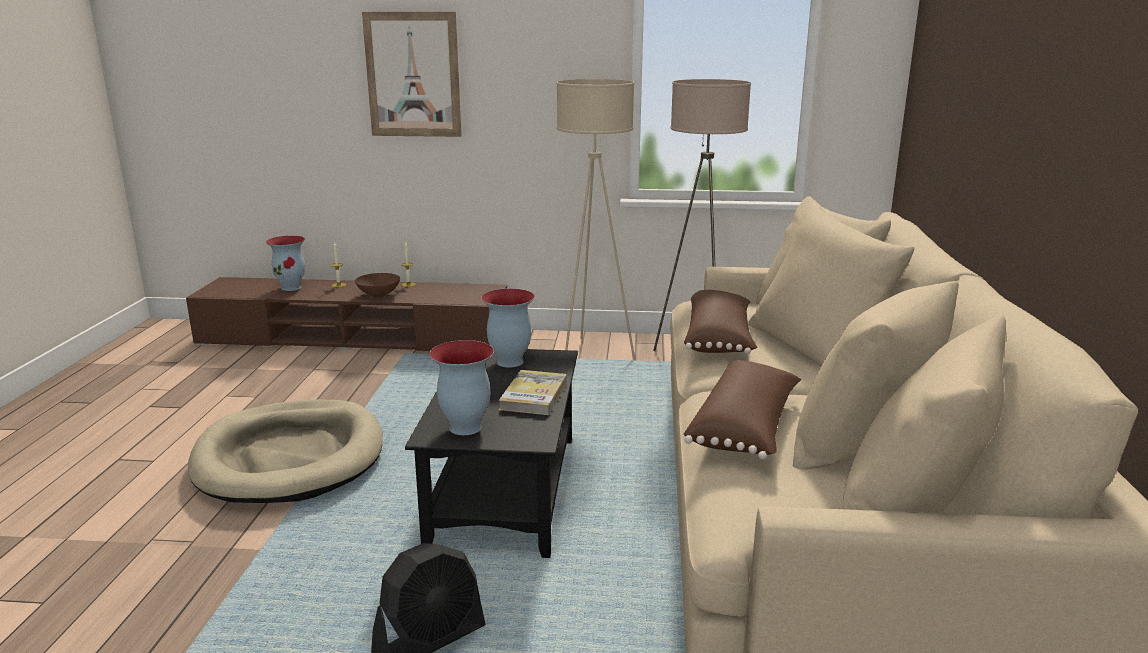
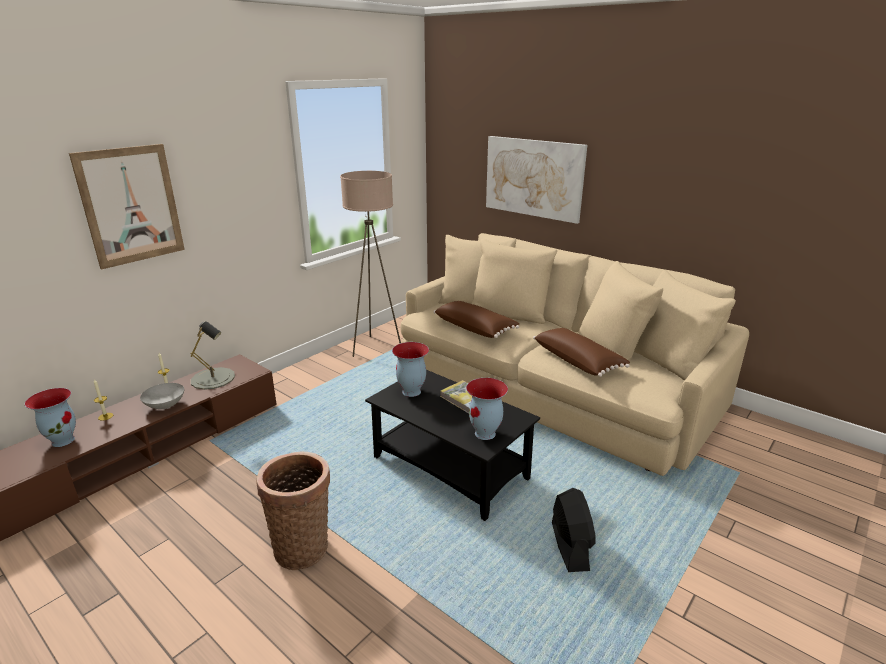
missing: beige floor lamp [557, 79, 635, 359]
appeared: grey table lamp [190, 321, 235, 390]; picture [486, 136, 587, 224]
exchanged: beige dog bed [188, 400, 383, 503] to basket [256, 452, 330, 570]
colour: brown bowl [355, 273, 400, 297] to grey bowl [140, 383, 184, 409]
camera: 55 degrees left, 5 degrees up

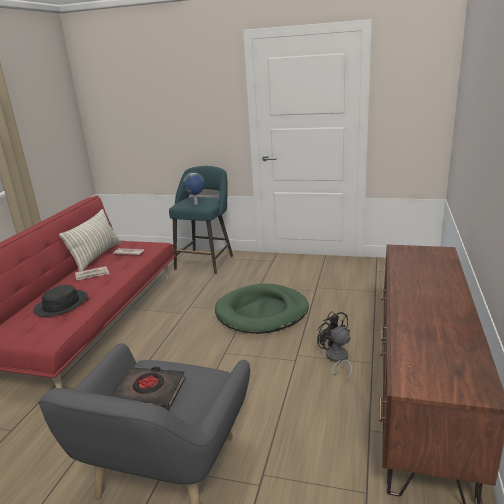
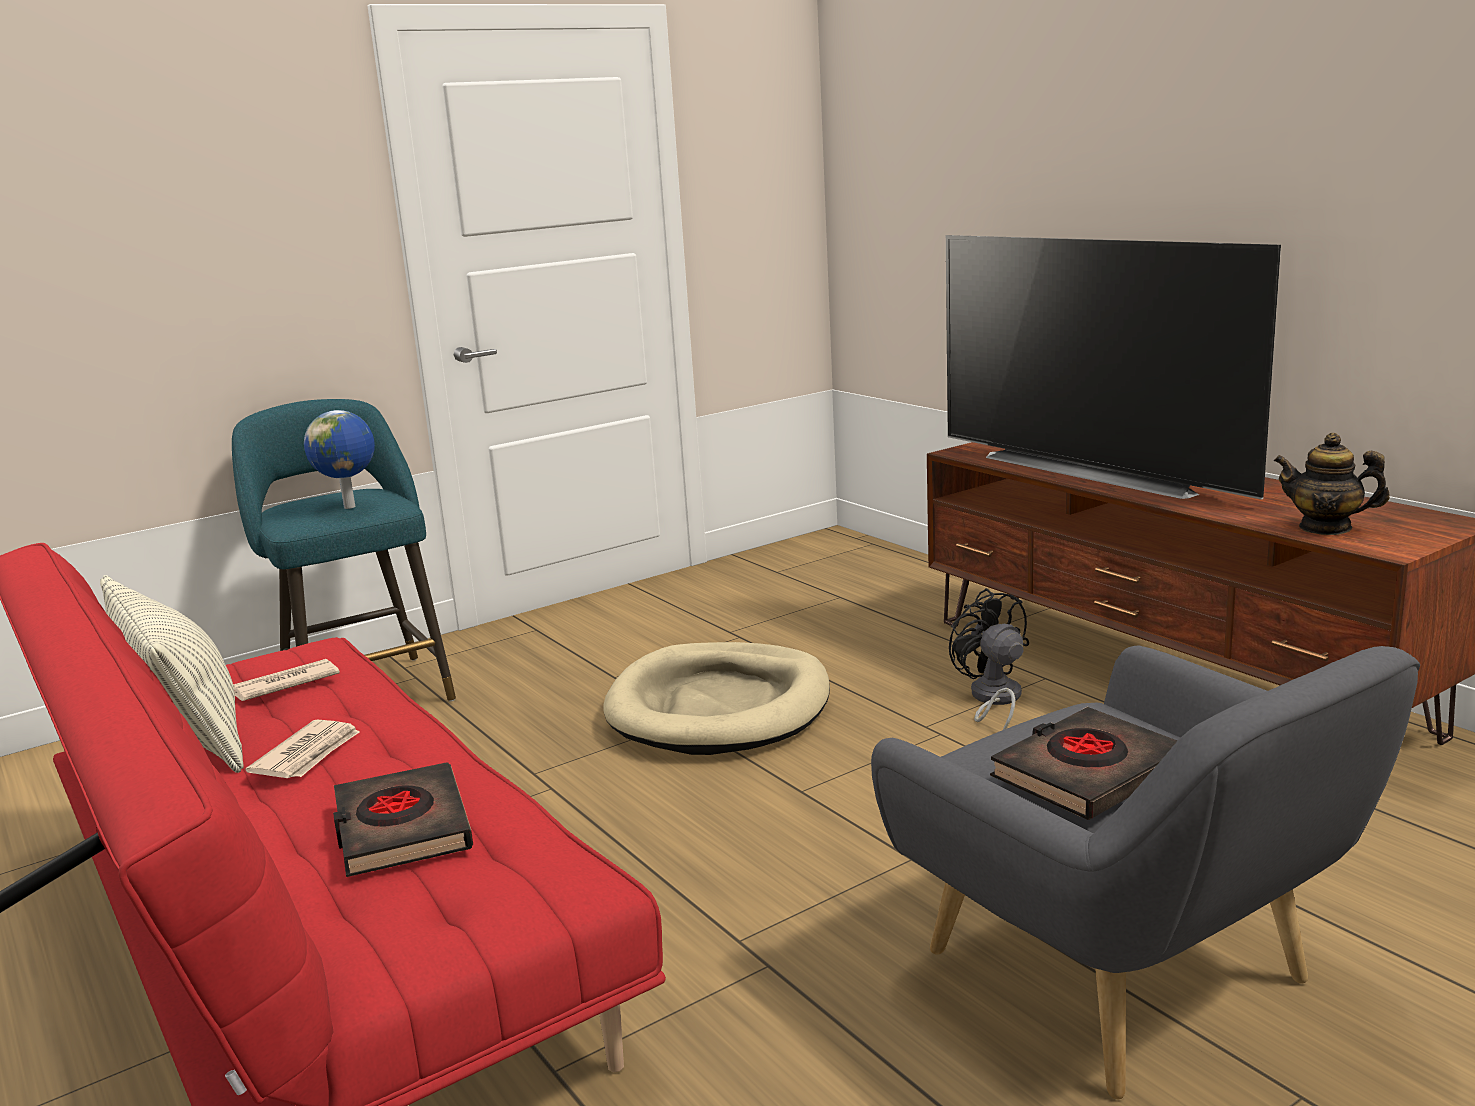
appeared: television [946, 235, 1281, 499]; teapot [1274, 433, 1390, 535]
exchanged: black hat [33, 285, 88, 317] to black book [333, 762, 473, 877]
colour: green dog bed [215, 284, 309, 334] to beige dog bed [603, 642, 830, 755]
spun: black fan [317, 311, 352, 382] = [949, 588, 1029, 730] 60 degrees clockwise
camera: 50 degrees left, 5 degrees down

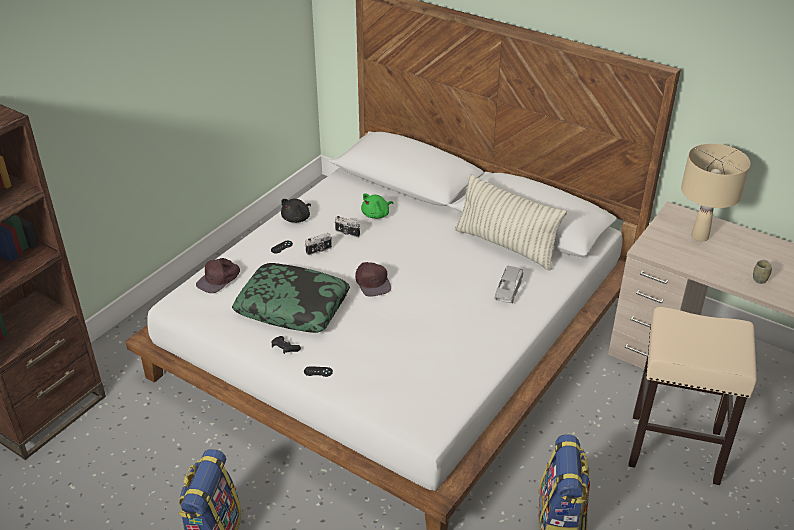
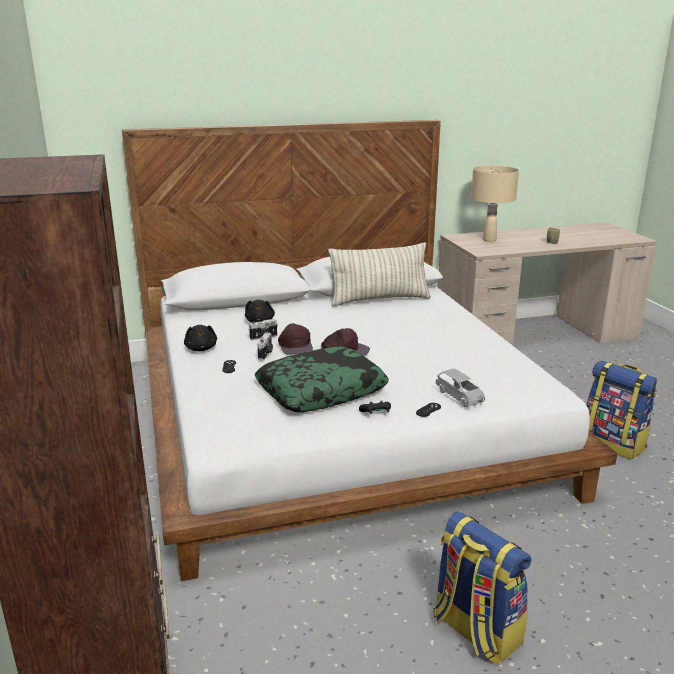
missing: beige stool [628, 307, 757, 485]
relocated: brown cap [196, 258, 240, 293] to [278, 323, 313, 355]; grey toy car [494, 266, 523, 303] to [436, 368, 485, 407]
colour: green plush toy [361, 193, 393, 219] to black plush toy [245, 300, 275, 322]
camera: 50 degrees left, 15 degrees down

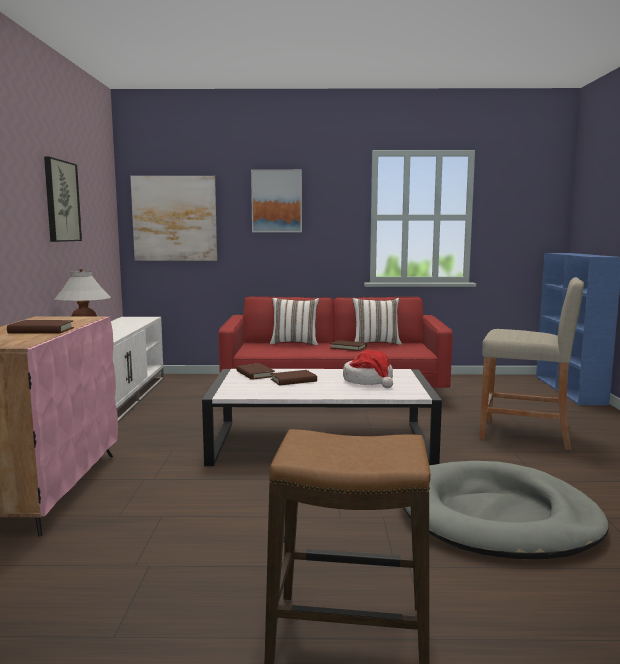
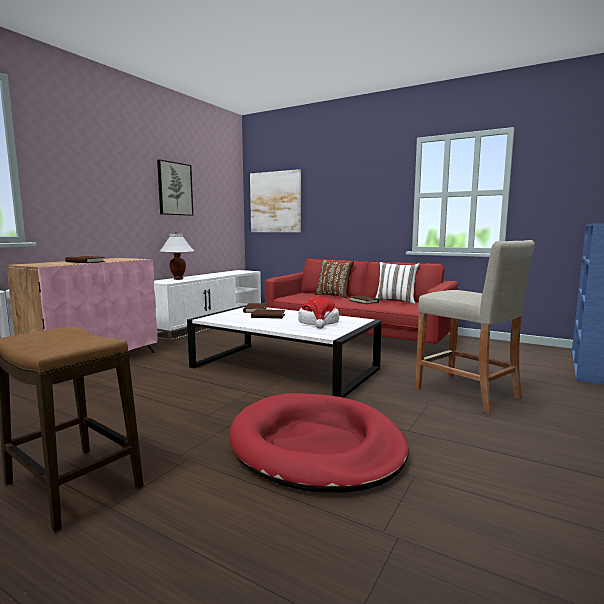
missing: picture [251, 169, 302, 232]
colour: grey dog bed [404, 461, 609, 559] to red dog bed [229, 393, 409, 492]; white pillow [270, 298, 319, 345] to brown pillow [315, 260, 354, 298]
camera: 30 degrees right, 0 degrees up

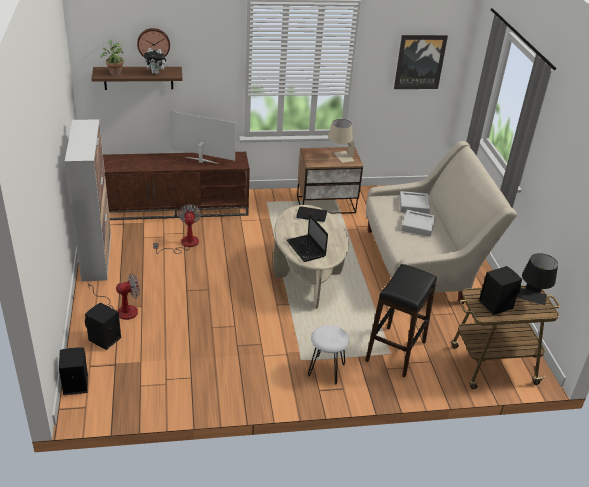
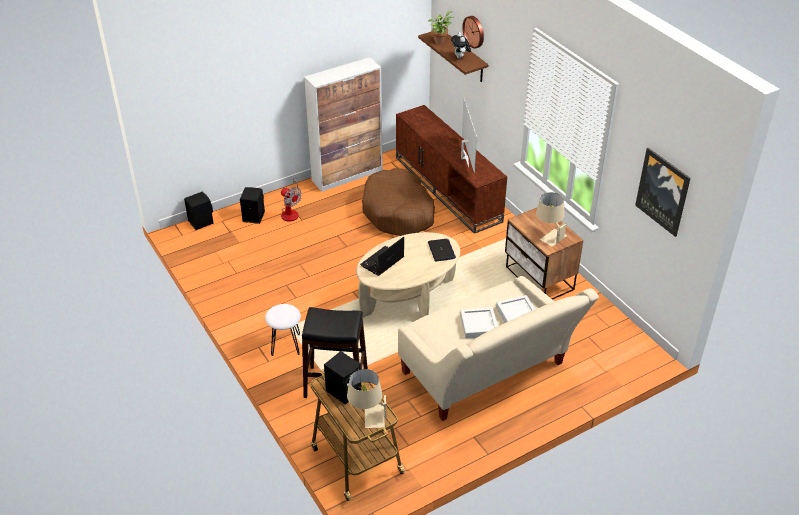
exchanged: fan [153, 205, 201, 254] to brown dog bed [362, 168, 435, 236]
colour: black table lamp [517, 253, 558, 305] to beige table lamp [347, 369, 386, 428]
camera: 70 degrees right, 5 degrees up

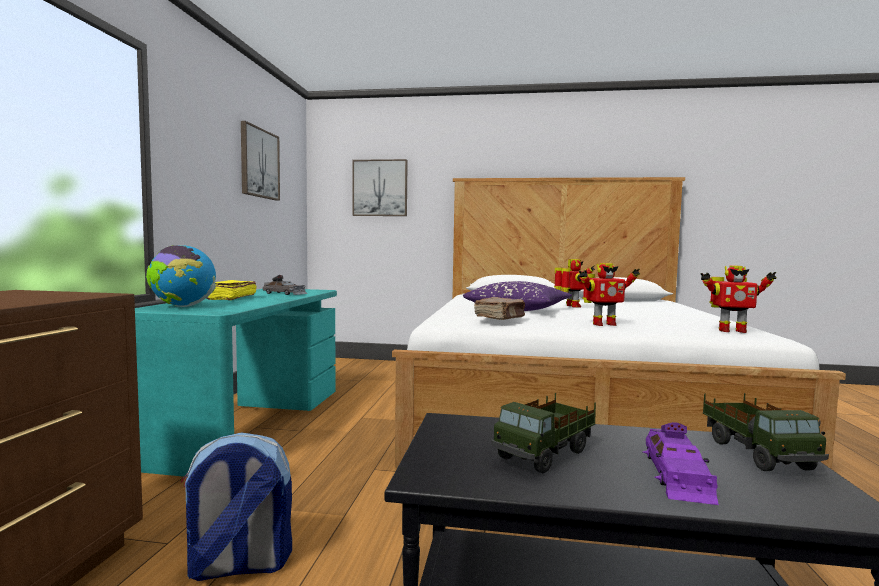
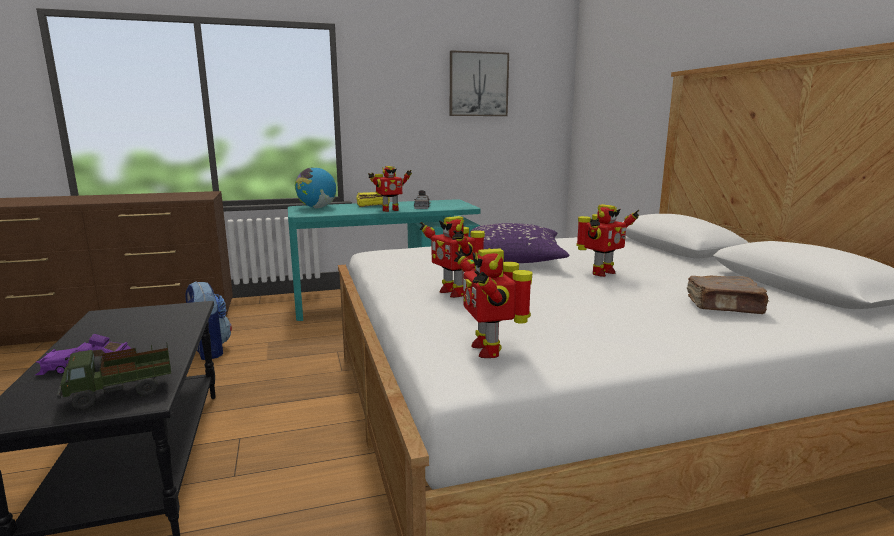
missing: picture [352, 159, 408, 216]; toy truck [491, 393, 596, 473]
appeared: toy robot [368, 166, 412, 212]
relocated: brown book [474, 297, 525, 320] to [687, 276, 769, 314]
camera: 65 degrees right, 10 degrees up

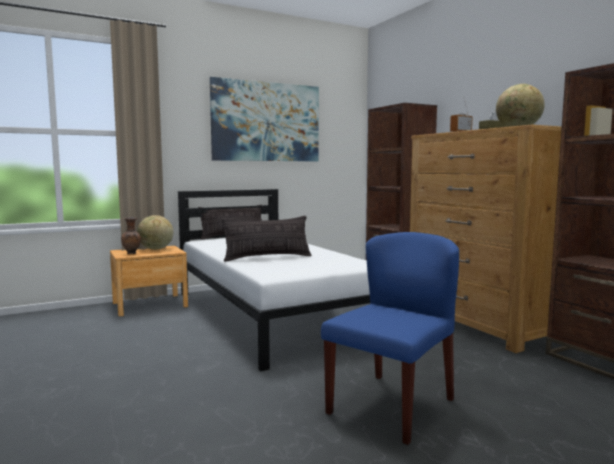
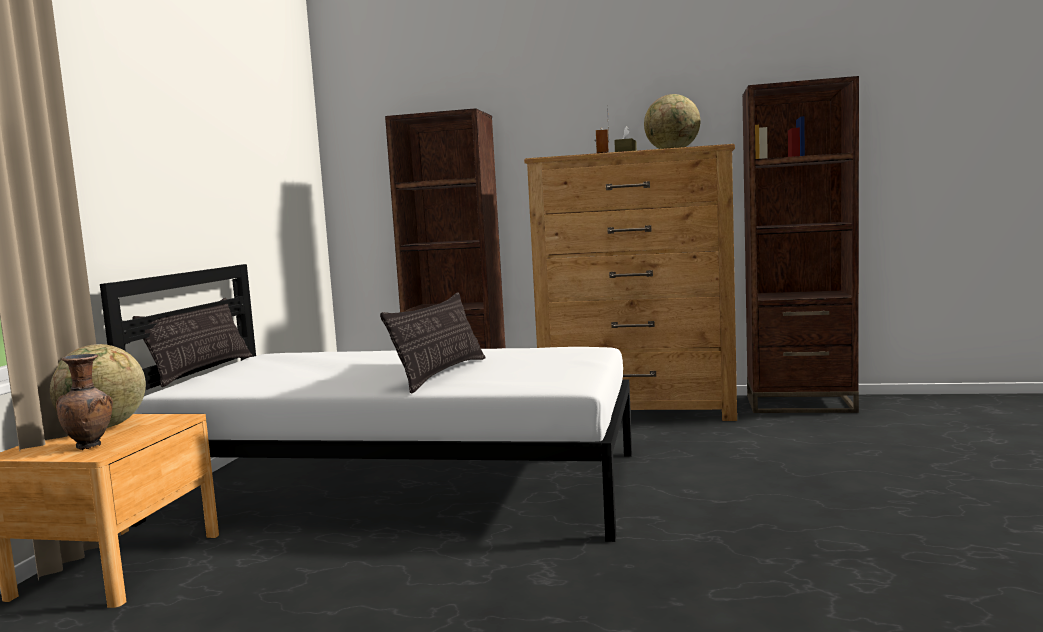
missing: picture [210, 77, 319, 161]; blue chair [321, 232, 459, 445]
camera: 50 degrees left, 0 degrees up

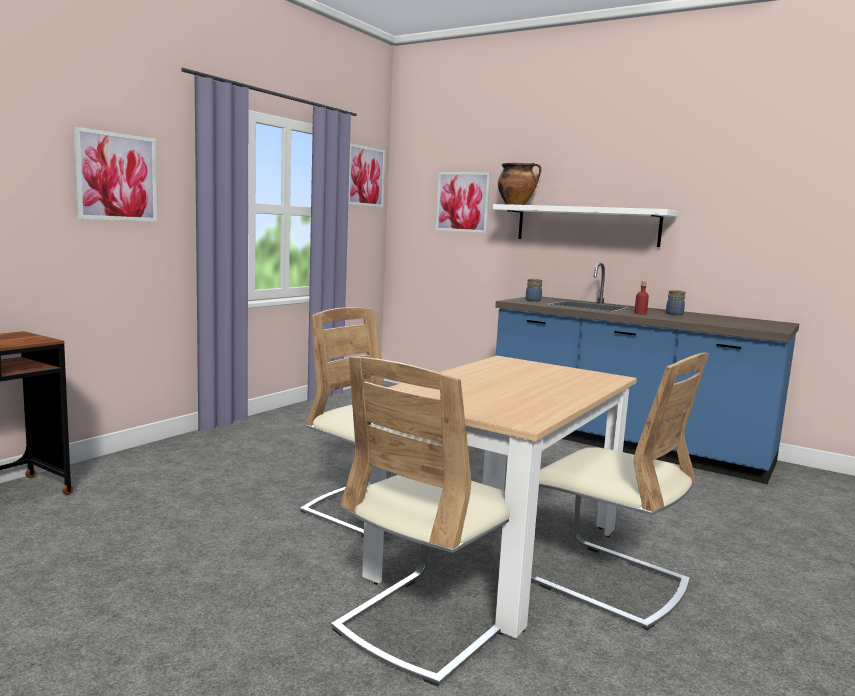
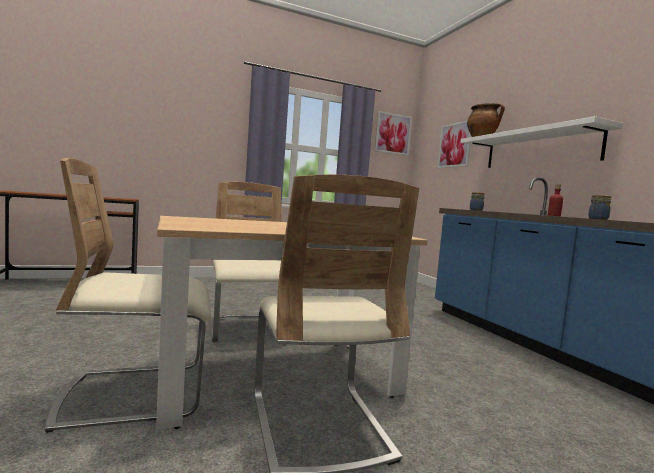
missing: picture [73, 127, 157, 222]
camera: 35 degrees right, 5 degrees down

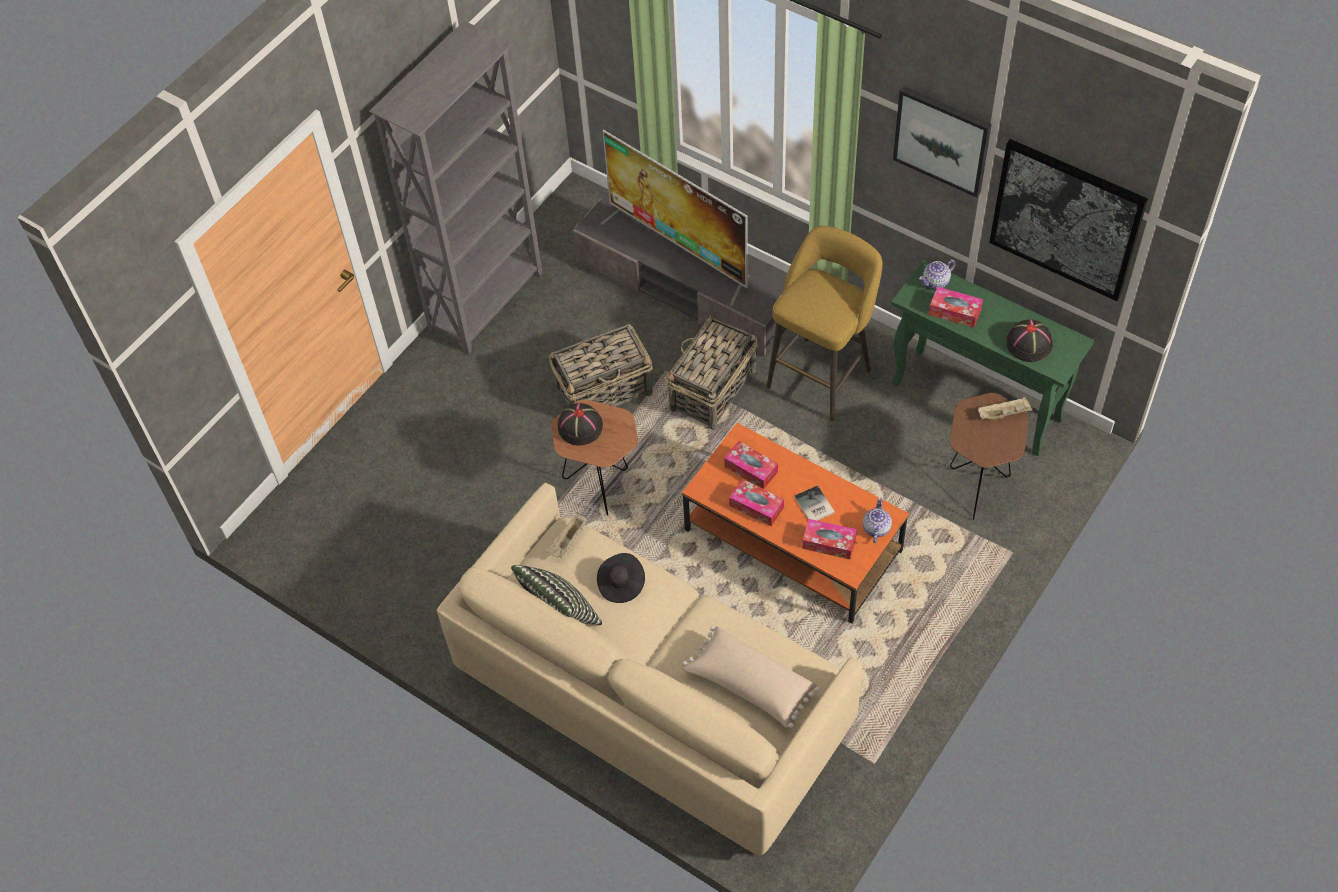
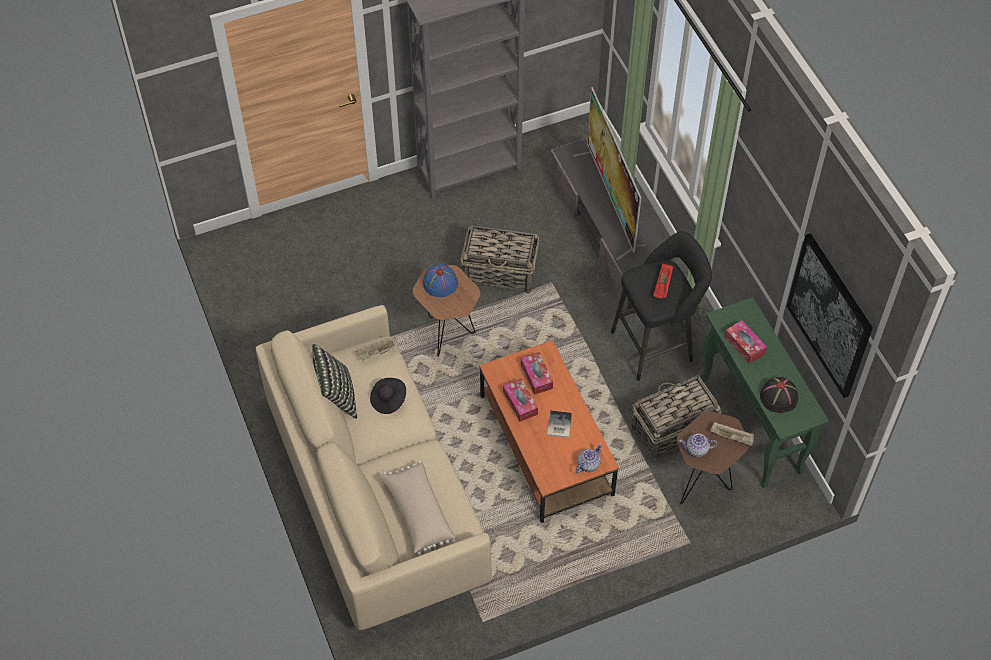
missing: tissue box [802, 519, 857, 559]; picture [893, 86, 992, 198]
appeared: red tray [653, 263, 673, 298]
relocated: basket [666, 313, 758, 430] to [631, 374, 722, 461]; teapot [919, 260, 956, 289] to [679, 433, 718, 457]
colour: black hat [557, 403, 603, 446] to blue hat [423, 264, 458, 297]; yellow stool [766, 226, 883, 421] to black stool [611, 231, 712, 381]
camera: 30 degrees right, 0 degrees up

